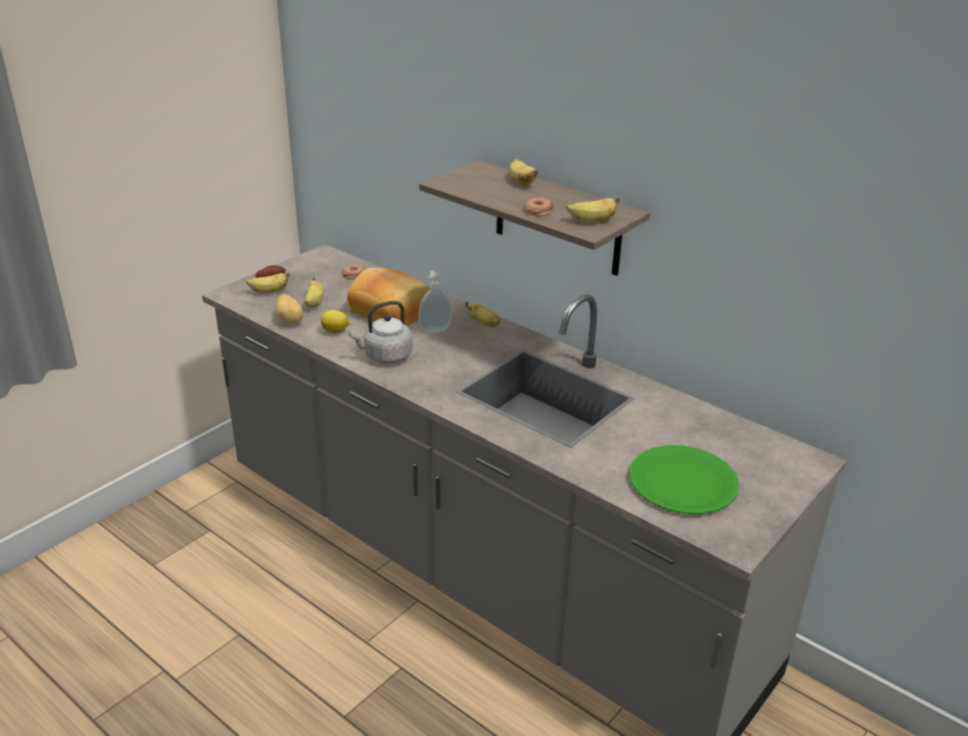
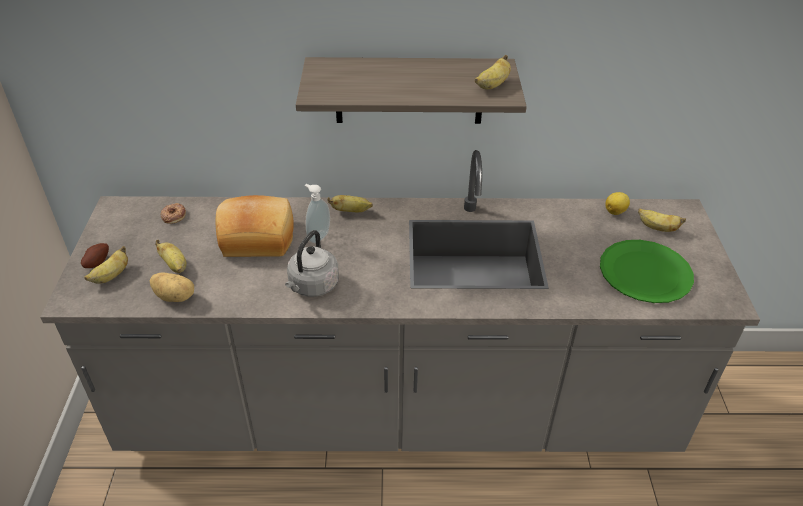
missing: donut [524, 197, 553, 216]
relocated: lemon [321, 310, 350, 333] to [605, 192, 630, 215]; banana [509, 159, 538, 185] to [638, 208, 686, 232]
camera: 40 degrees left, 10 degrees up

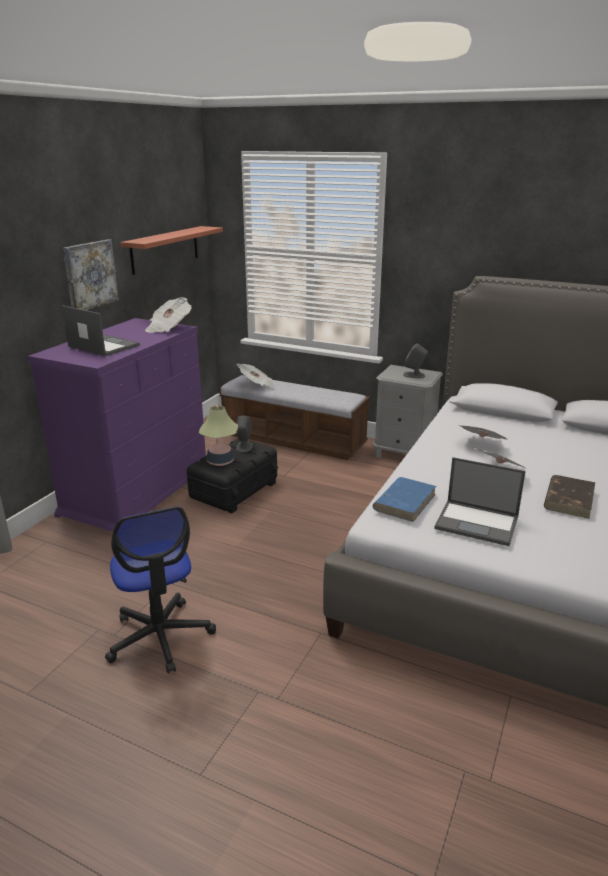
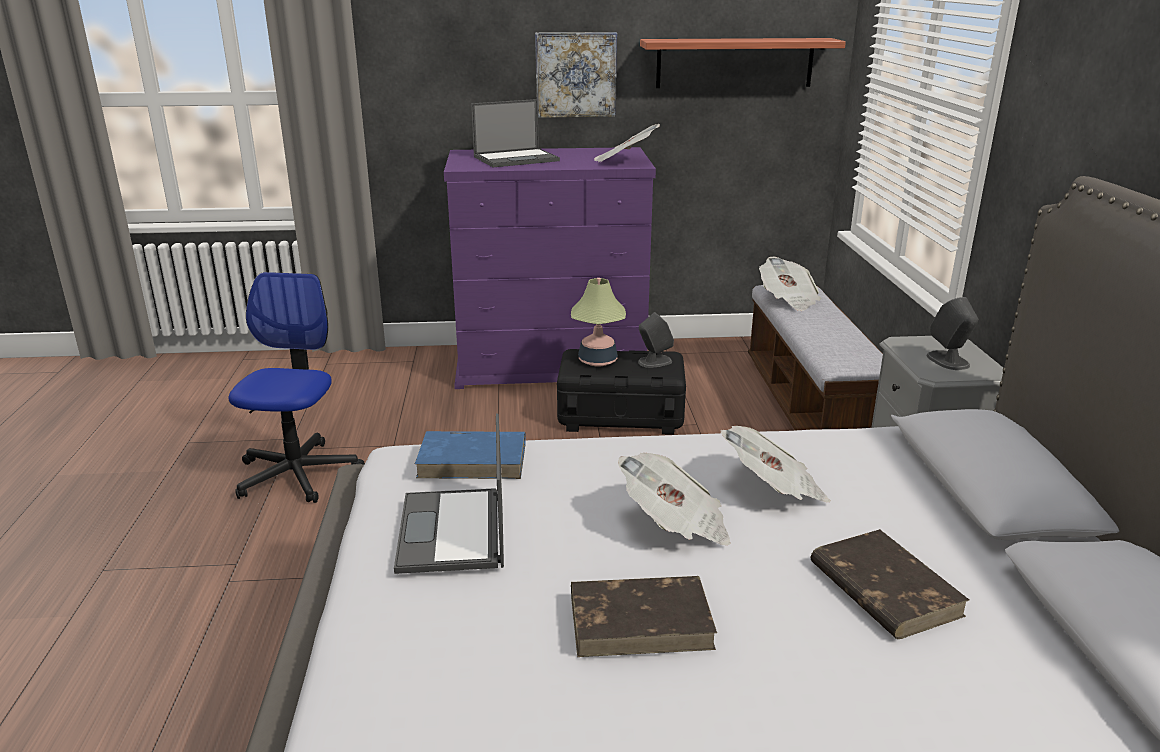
appeared: brown book [811, 529, 969, 639]
spun: office chair [105, 507, 216, 673] = [229, 272, 365, 503] 150 degrees clockwise; laptop [62, 305, 140, 356] = [471, 99, 560, 167] 60 degrees clockwise
camera: 60 degrees right, 0 degrees up

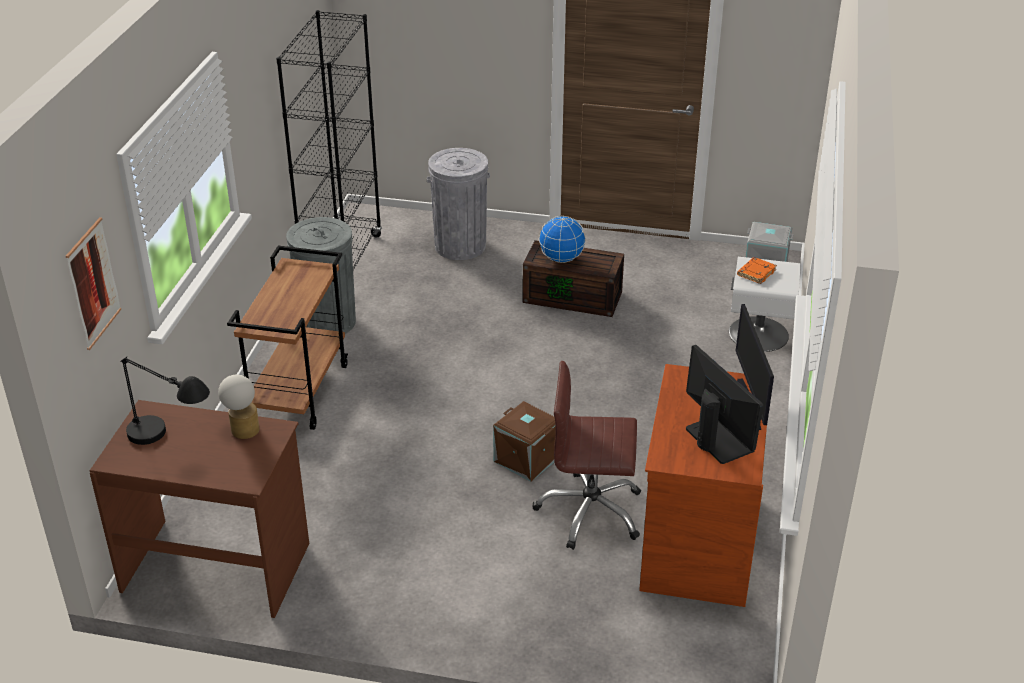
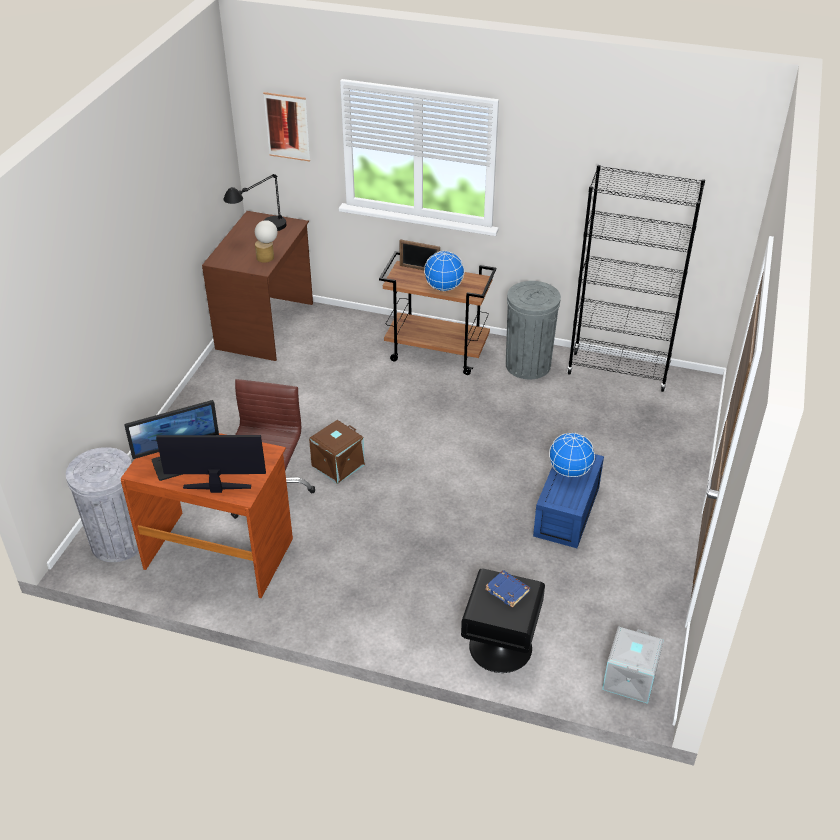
appeared: picture frame [399, 239, 440, 270]; globe [424, 251, 465, 291]
relocated: grey trash can [427, 148, 490, 260] to [66, 447, 139, 562]
colour: white nightstand [729, 257, 801, 352] to black nightstand [461, 569, 545, 673]; orange book [737, 257, 777, 284] to blue book [485, 570, 530, 608]; brown storage box [522, 240, 624, 317] to blue storage box [533, 454, 604, 548]
camera: 95 degrees right, 5 degrees up

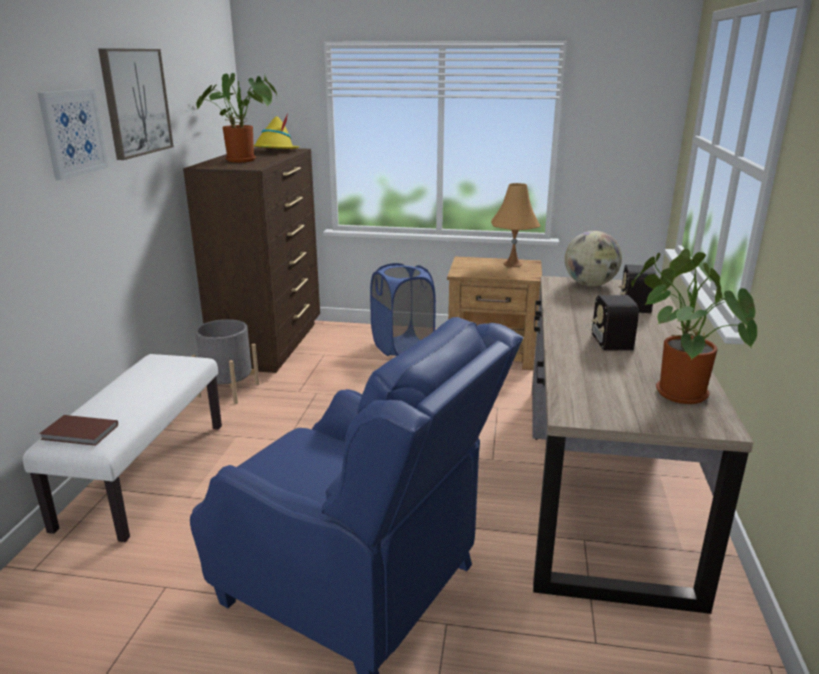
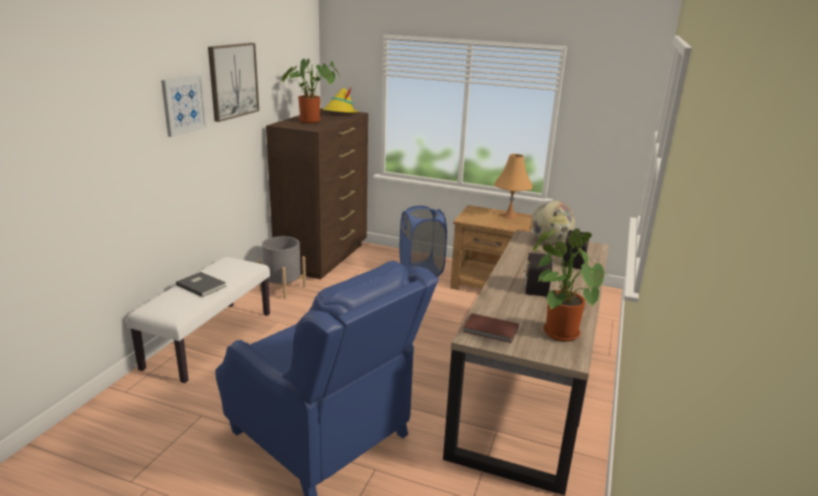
appeared: grey book [176, 272, 227, 297]
relocated: brown book [39, 415, 118, 446] to [463, 313, 519, 343]
camera: 10 degrees right, 0 degrees up

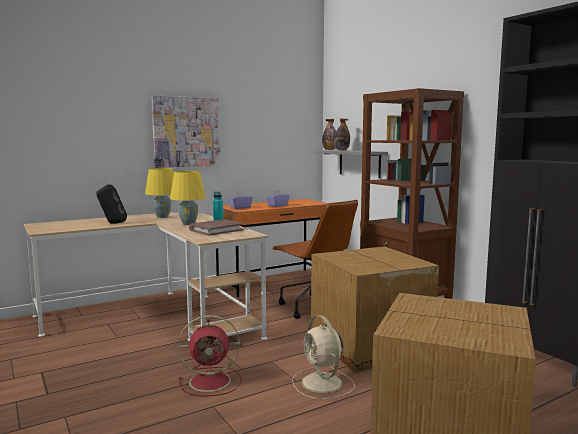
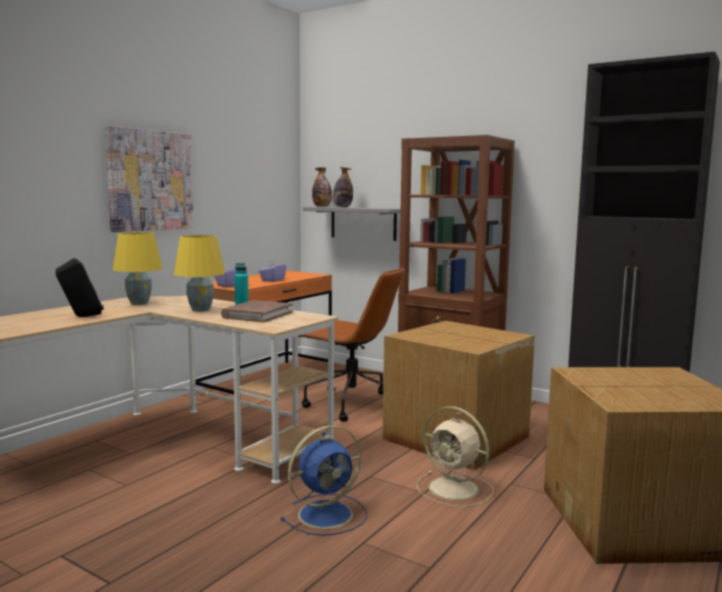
colour: red fan [178, 315, 241, 397] to blue fan [280, 425, 367, 536]
camera: 25 degrees left, 0 degrees up

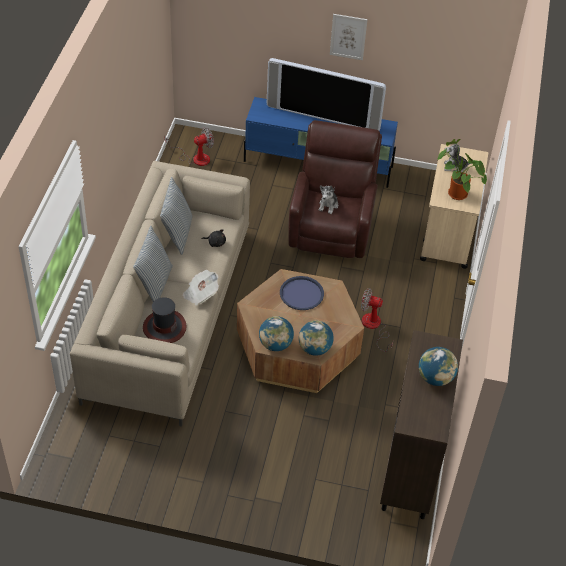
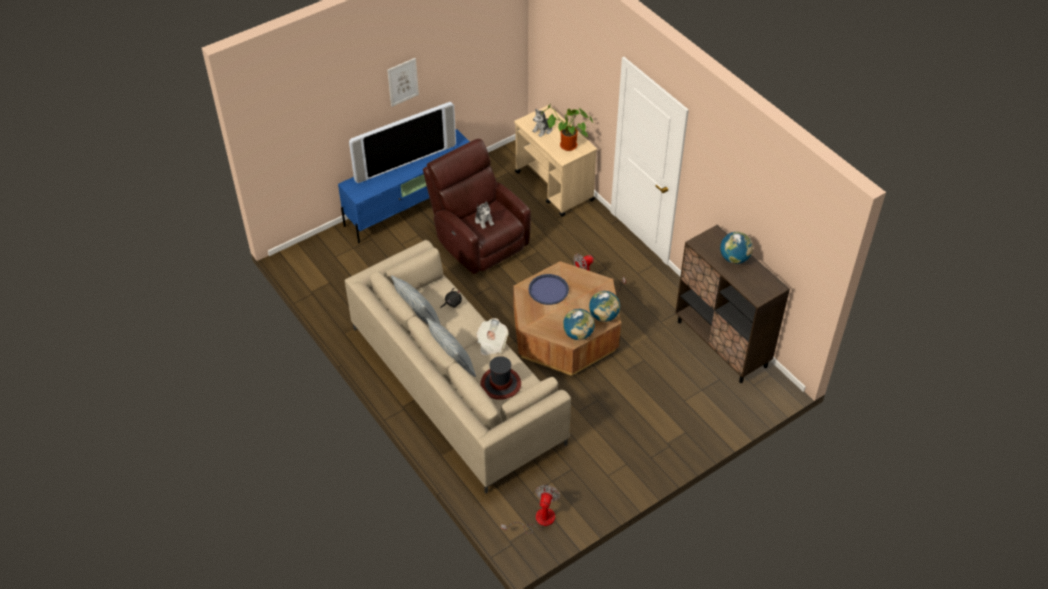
relocated: fan [165, 127, 214, 166] to [501, 485, 560, 534]
camera: 45 degrees left, 0 degrees up

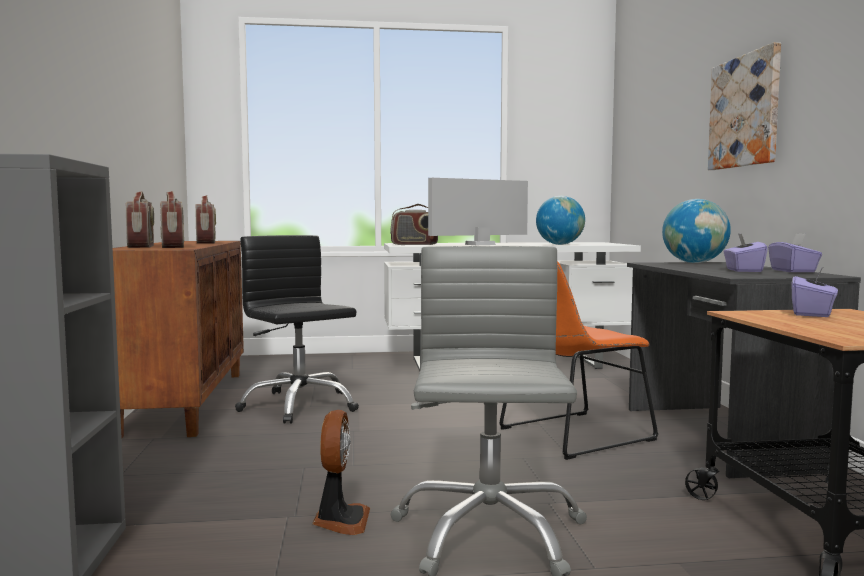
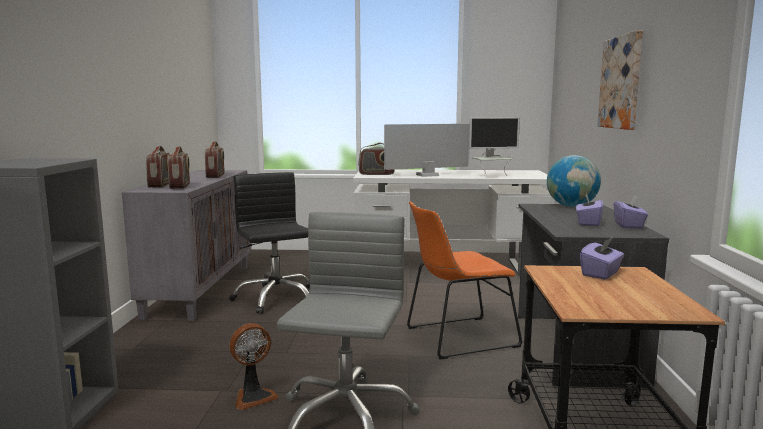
exchanged: globe [536, 196, 585, 245] to monitor [469, 117, 520, 175]
colour: brown cabinet [113, 241, 244, 438] to grey cabinet [122, 170, 251, 321]
spun: fan [312, 410, 370, 535] = [229, 323, 279, 410] 45 degrees clockwise
camera: 10 degrees right, 5 degrees up

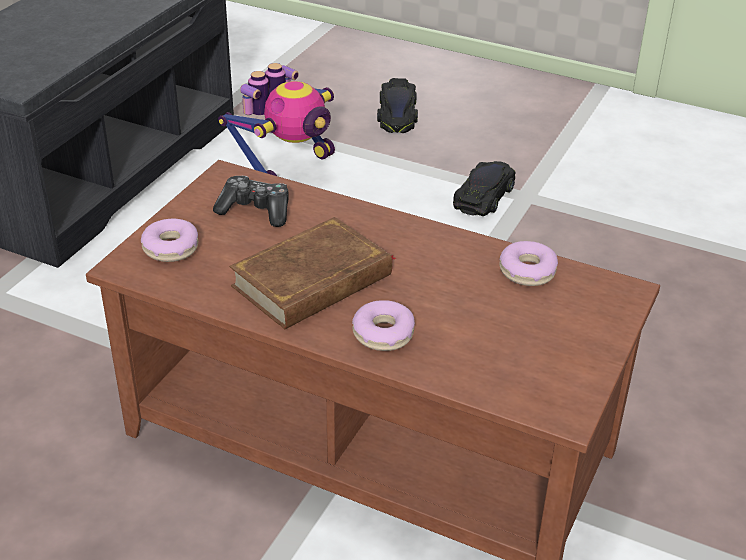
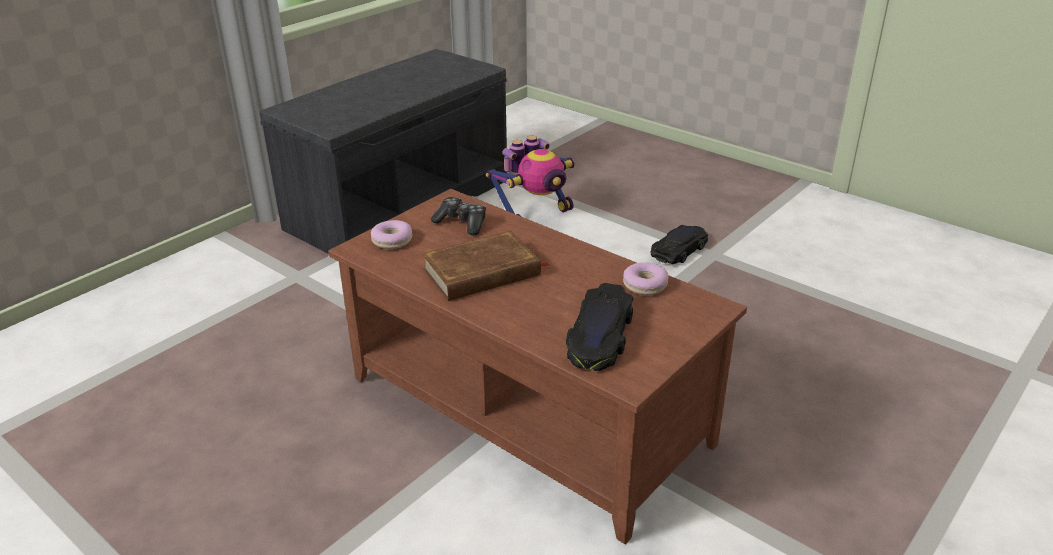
missing: donut [352, 300, 415, 351]
relocated: black toy car [377, 78, 418, 133] to [566, 283, 633, 371]
camera: 15 degrees right, 5 degrees down

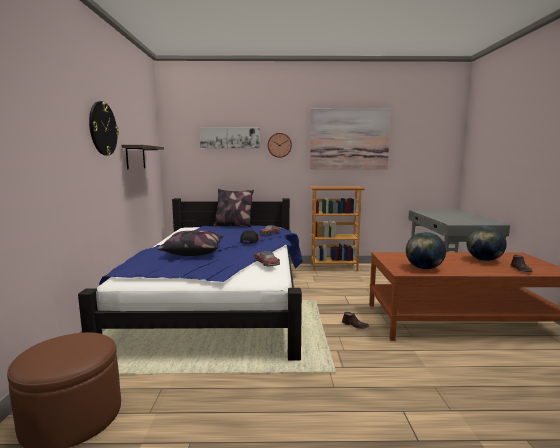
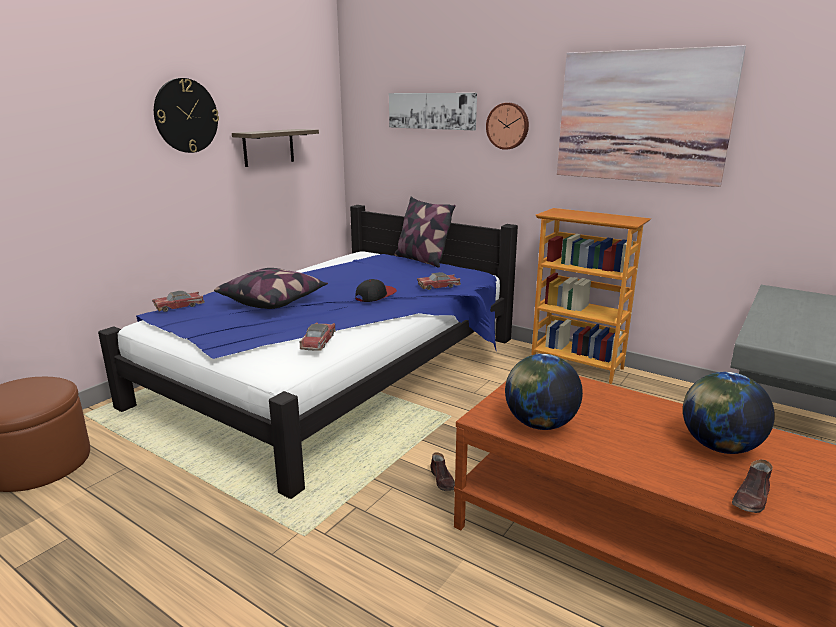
appeared: toy car [152, 291, 204, 312]
camera: 35 degrees right, 10 degrees up

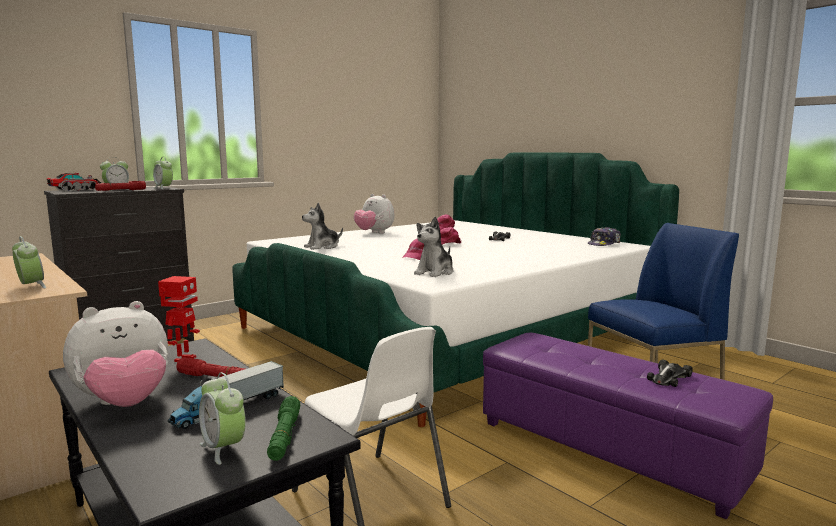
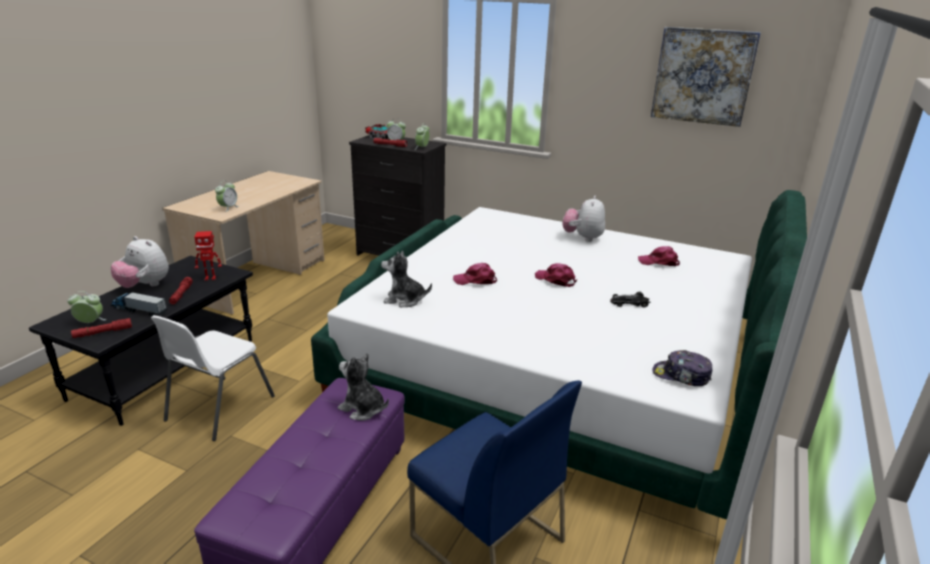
missing: toy car [647, 359, 693, 387]
appeared: picture [651, 27, 761, 127]
relocated: plush toy [302, 203, 343, 250] to [338, 353, 389, 421]
colour: green flashlight [267, 396, 300, 461] to red flashlight [71, 318, 132, 338]
spun: alarm clock [199, 372, 246, 465] = [67, 291, 106, 323] 60 degrees clockwise
camera: 65 degrees right, 15 degrees up

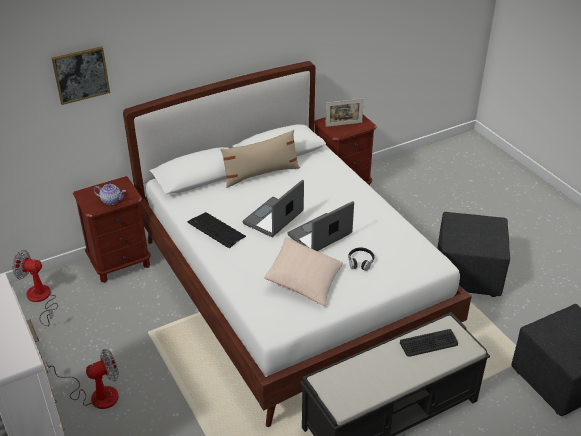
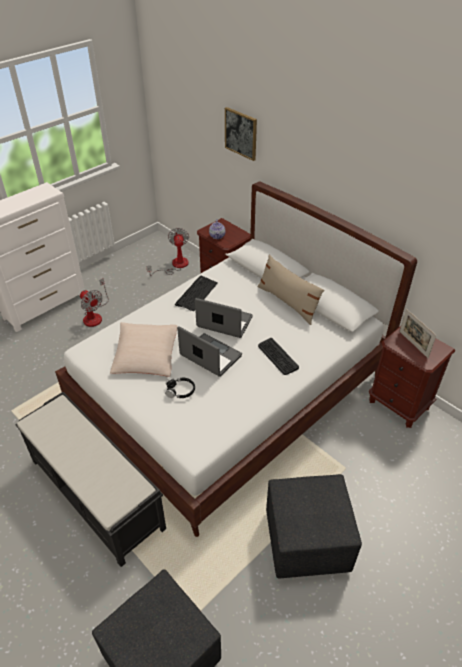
relocated: keyboard [400, 329, 458, 356] to [258, 338, 299, 375]
camera: 75 degrees right, 5 degrees up

